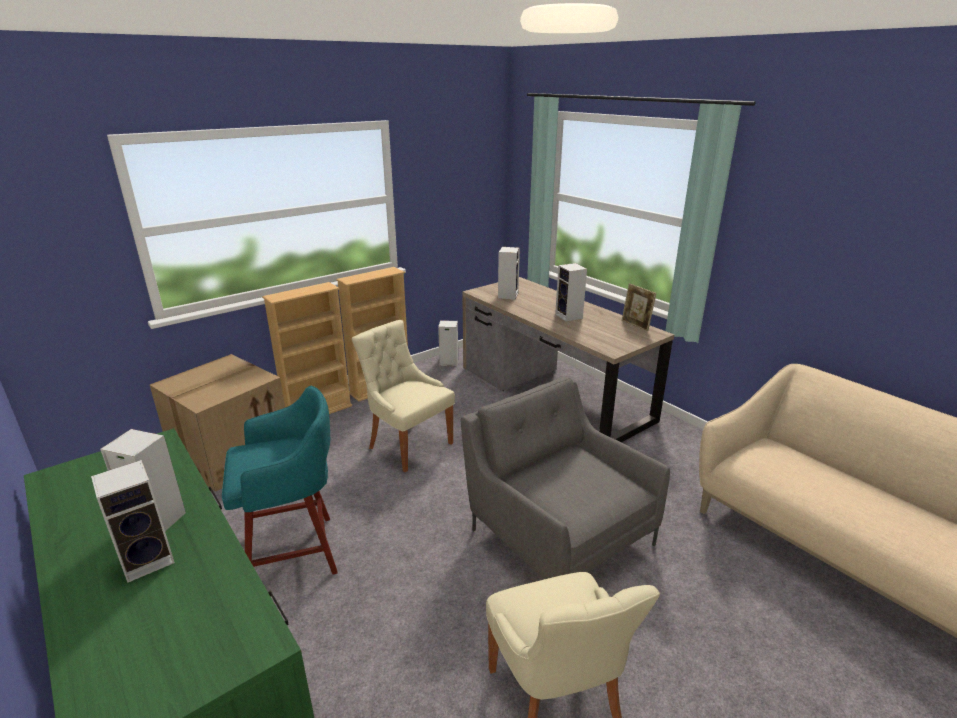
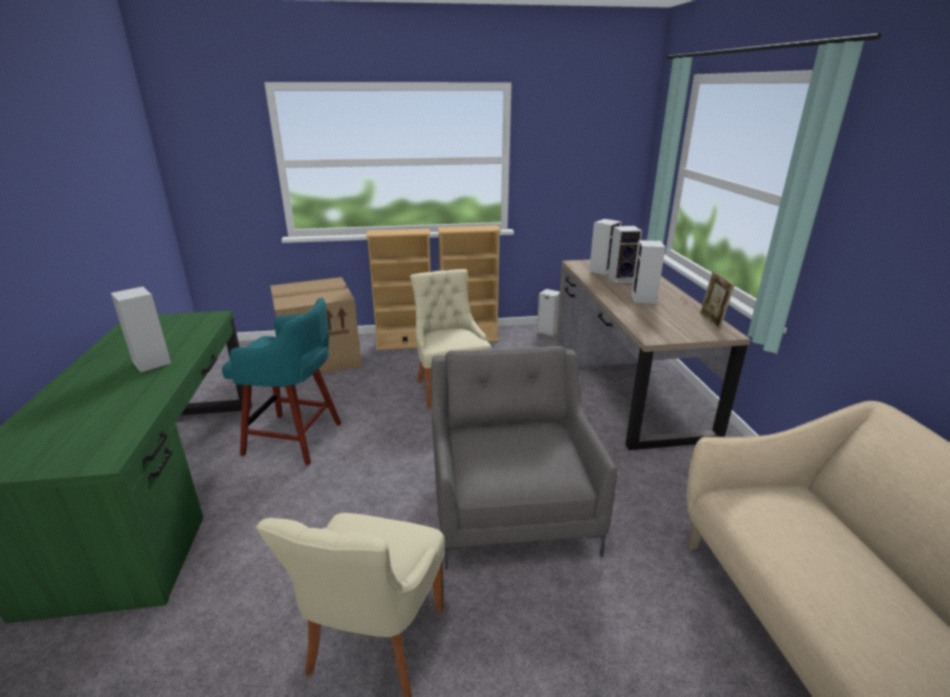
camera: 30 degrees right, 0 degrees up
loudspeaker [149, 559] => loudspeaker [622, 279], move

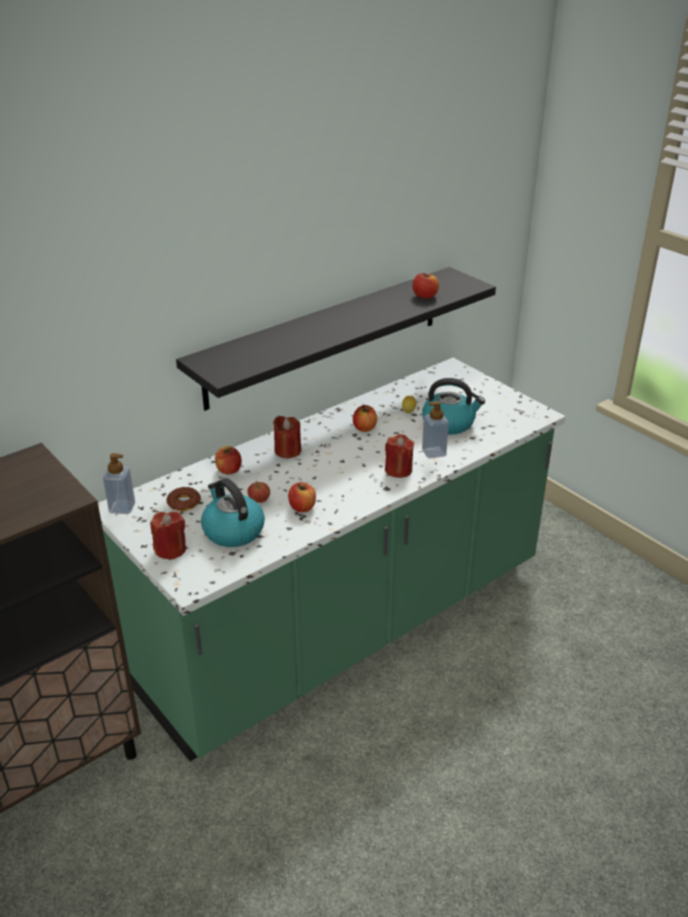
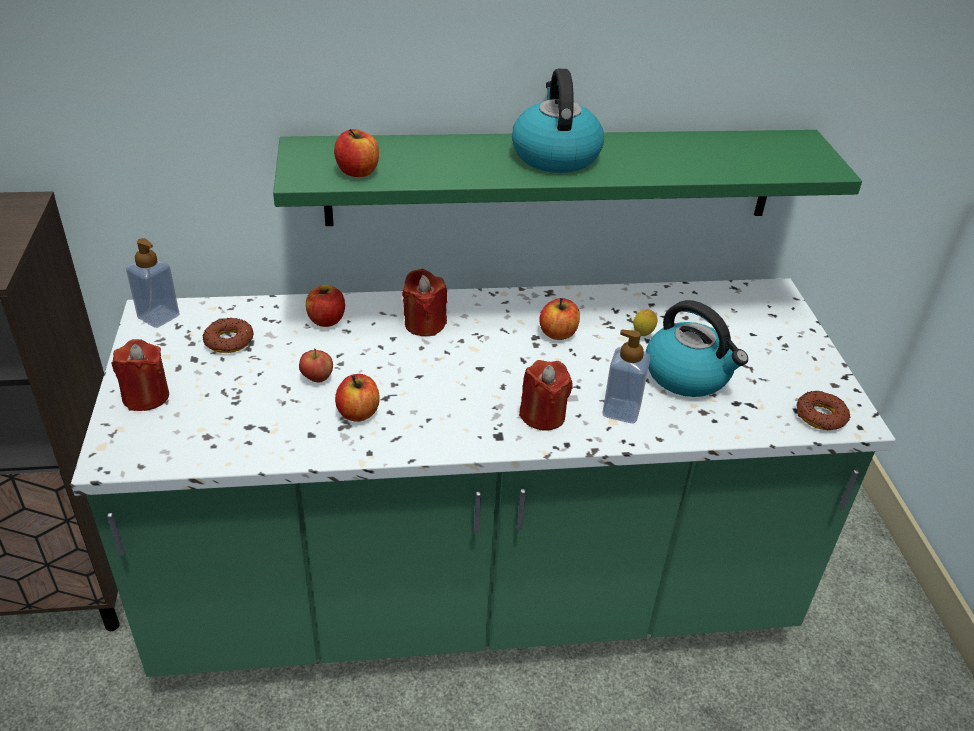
camera: 30 degrees right, 5 degrees up
shelf (black-coloured) [326, 336] => shelf (green-coloured) [553, 177]
apple [425, 296] => apple [358, 172], move
kettle [232, 531] => kettle [555, 155], move
nothing => donut [820, 416]

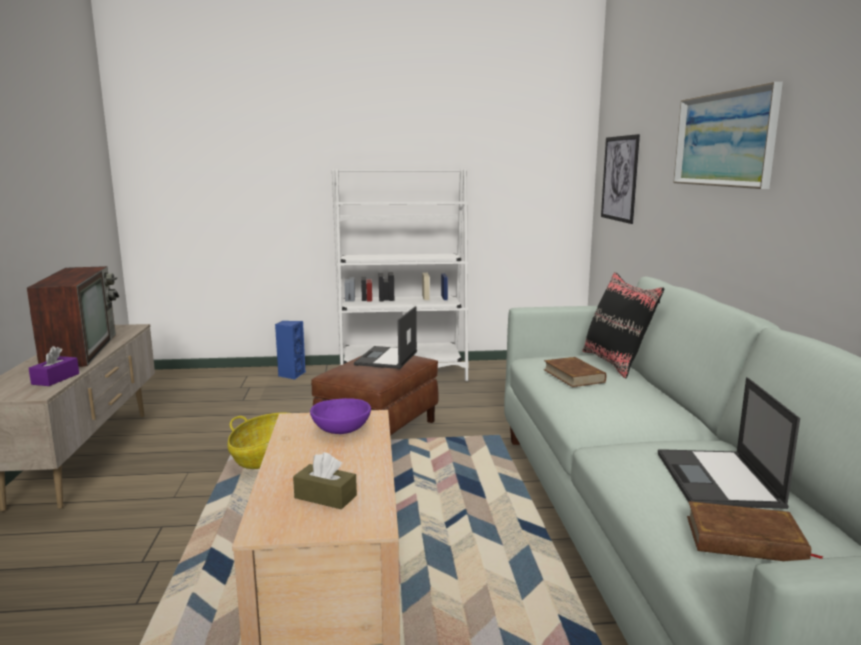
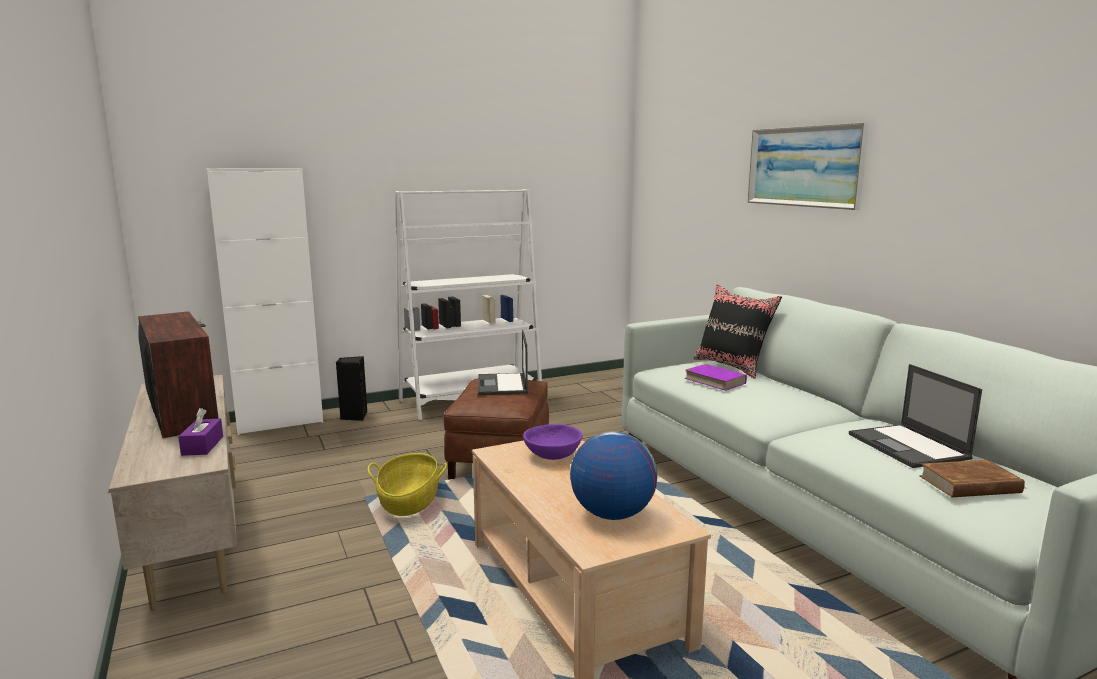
camera: 20 degrees left, 0 degrees up
wall picture [619, 178] => nothing
loudspeaker (bluish) [291, 375] => loudspeaker (black-coloured) [354, 416]
bound book (brown-coloured) [574, 376] => bound book (purplish) [714, 381]
box of tissues (brown-coloured) [325, 497] => world globe [612, 514]
nothing => cabinet (white-coloured) [279, 422]

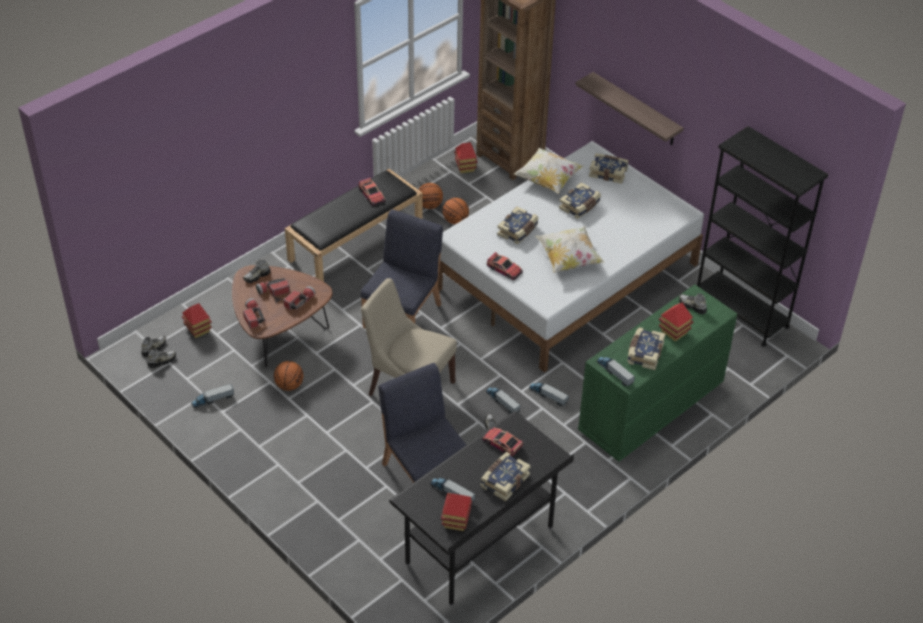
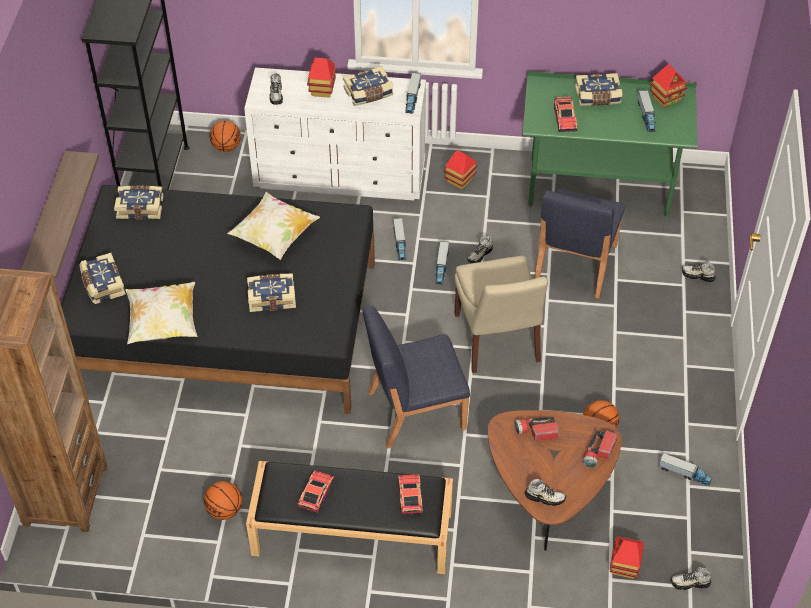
camera: 130 degrees left, 5 degrees up
sleeping bed (white-coloured) [567, 276] => sleeping bed (black-coloured) [226, 322]
model house [465, 167] => model house [460, 180], move
bound book [580, 206] => bound book [140, 207], move
basketball ball [455, 220] => basketball ball [226, 147], move
model car [504, 269] => model car [410, 495], move
flashlight [273, 291] => nothing
dresser (green-coloured) [650, 408] => dresser (white-coloured) [341, 175]
shoe [162, 361] => shoe [697, 275], move
desk table (black-coloured) [480, 546] => desk table (green-coloured) [598, 188]

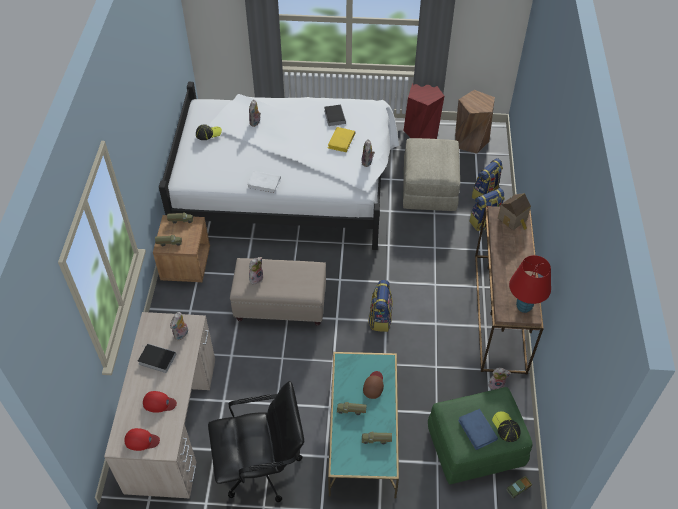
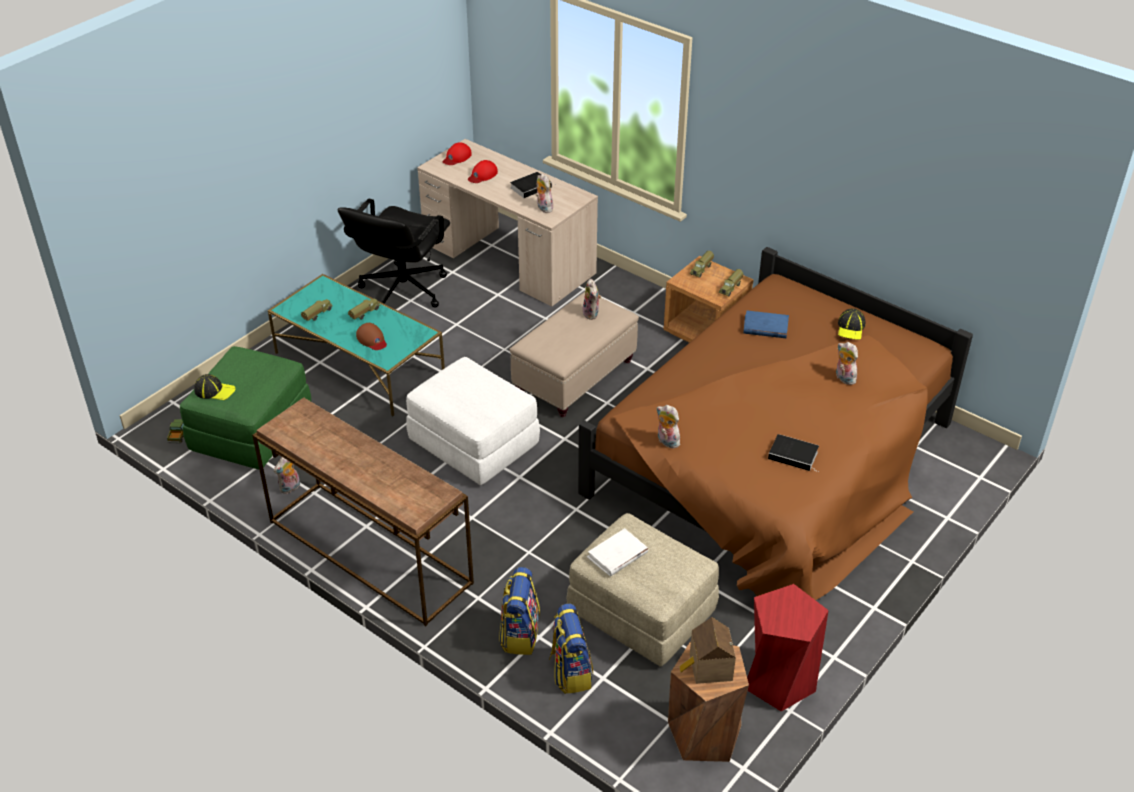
camera: 125 degrees right, 10 degrees down
sleeping bed (white-coloured) [288, 184] => sleeping bed (brown-coloured) [774, 468]
bound book (yellow) [341, 141] => nothing
bound book (white-coloured) [264, 183] => bound book (white-coloured) [617, 555], move
model house [513, 220] => model house [708, 668], move
lamp for a table (red) [523, 307] => nothing
knapsack [380, 318] => ottoman (white-coloured) [475, 443]
bound book (bluish) [477, 430] => bound book (bluish) [765, 327], move

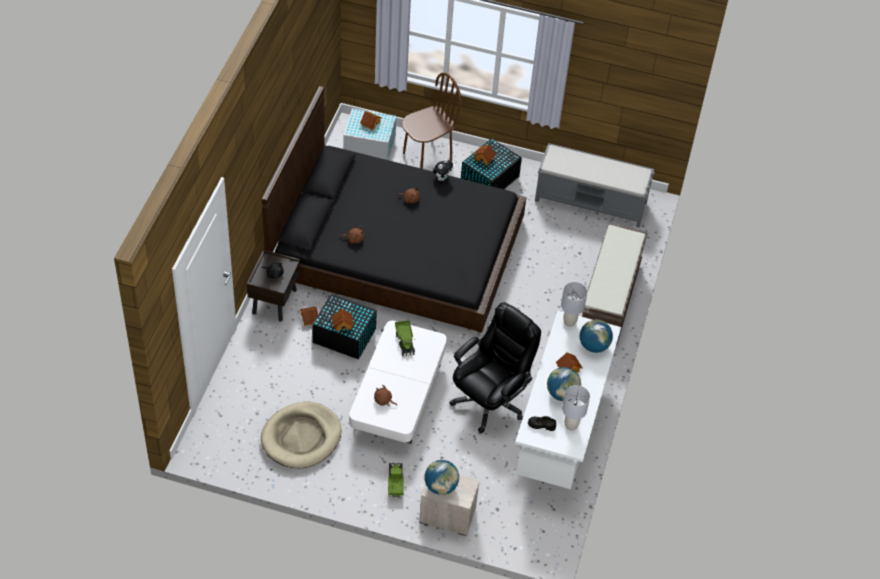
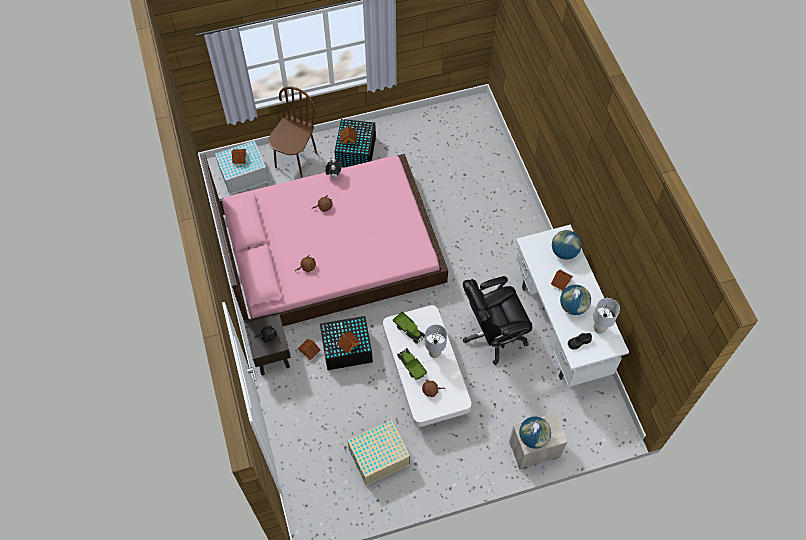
camera: 30 degrees left, 10 degrees up
sleeping bed (black-coloured) [396, 247] => sleeping bed (pink-coloured) [330, 249]
bench (greyish) [591, 201] => nothing
bench (brown-coloured) [609, 301] => nothing
lamp for a table (greyish) [569, 322] => lamp for a table (greyish) [434, 353], move
office chair (black-coloured) [490, 401] => office chair (black-coloured) [493, 334], 120 degrees counterclockwise
dog bed (sand-coloured) [301, 437] => storage box (sand-coloured) [380, 457]
model truck [395, 483] => model truck [411, 366], move

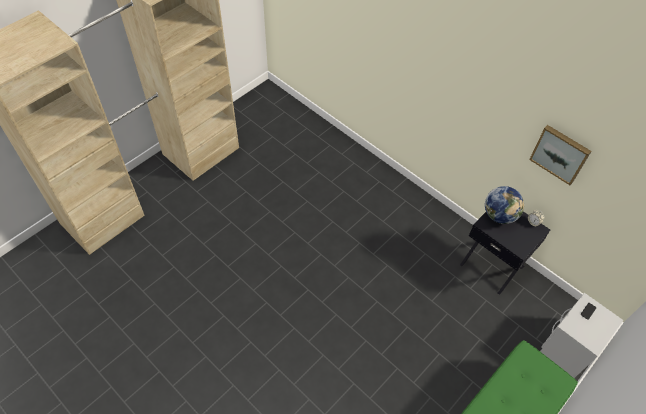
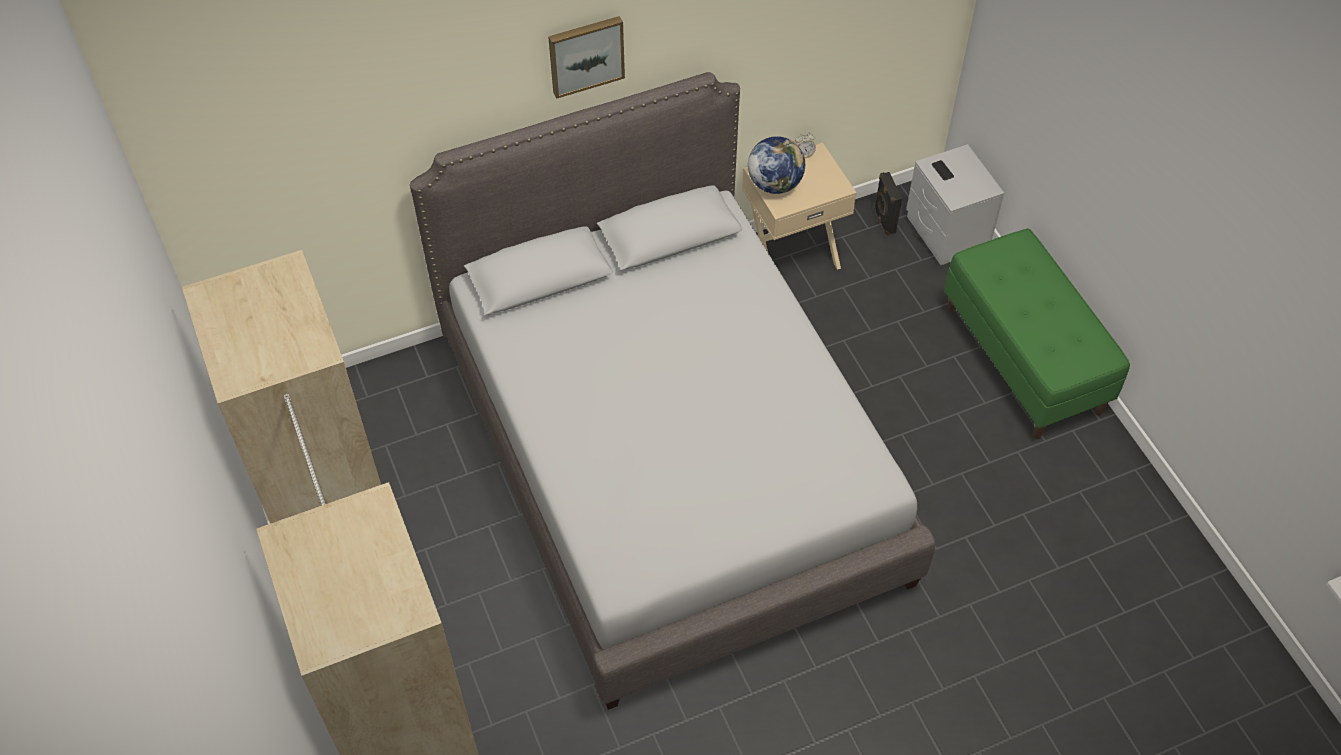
camera: 65 degrees left, 0 degrees up
wall picture [560, 154] => wall picture [585, 54], move
nightstand (black-coloured) [492, 264] => nightstand (sand-coloured) [791, 254]
nothing => sleeping bed (greyish) [670, 457]
nothing => loudspeaker (black-coloured) [883, 221]

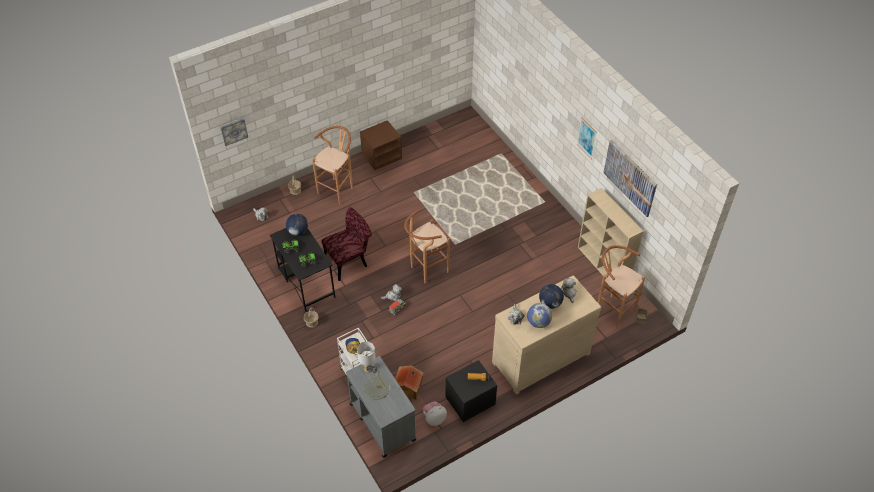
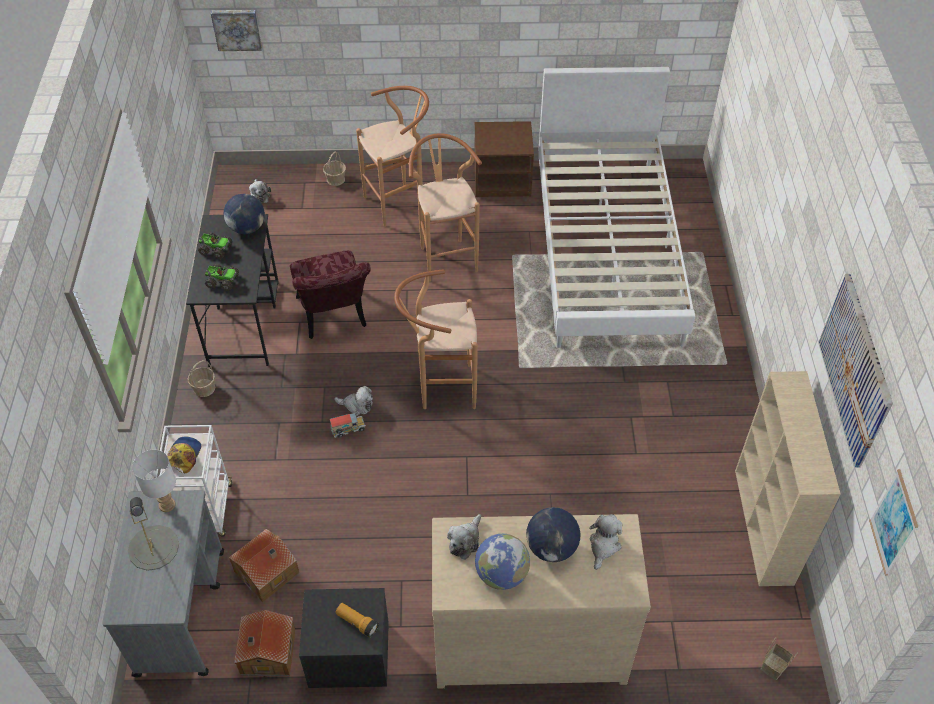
camera: 30 degrees right, 0 degrees up
wall picture [586, 138] => wall picture [893, 523], move
chair (red) [349, 260] => chair (red) [334, 318], 75 degrees clockwise
stool seat (brown-coloured) [611, 308] => stool seat (brown-coloured) [445, 256], move
plush toy [434, 418] => model house [267, 653]
nothing => sleeping bed (white-coloured) [607, 249]

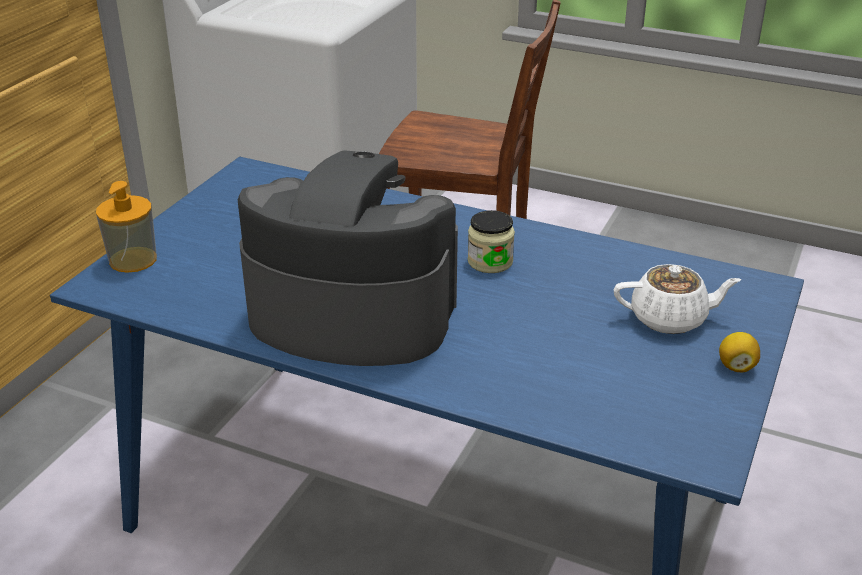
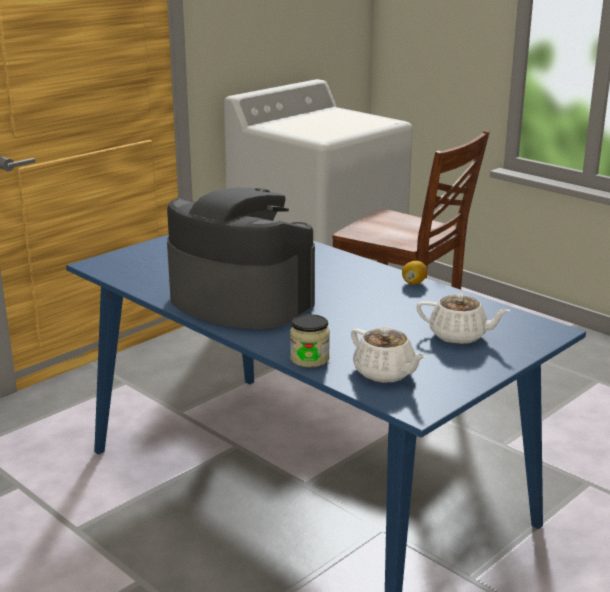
camera: 20 degrees right, 10 degrees down
soap dispenser [133, 260] => nothing
jar [490, 262] => jar [309, 359], move
lemon [736, 366] => lemon [414, 283], move
nothing => pot for tea (white-coloured) [385, 373]

